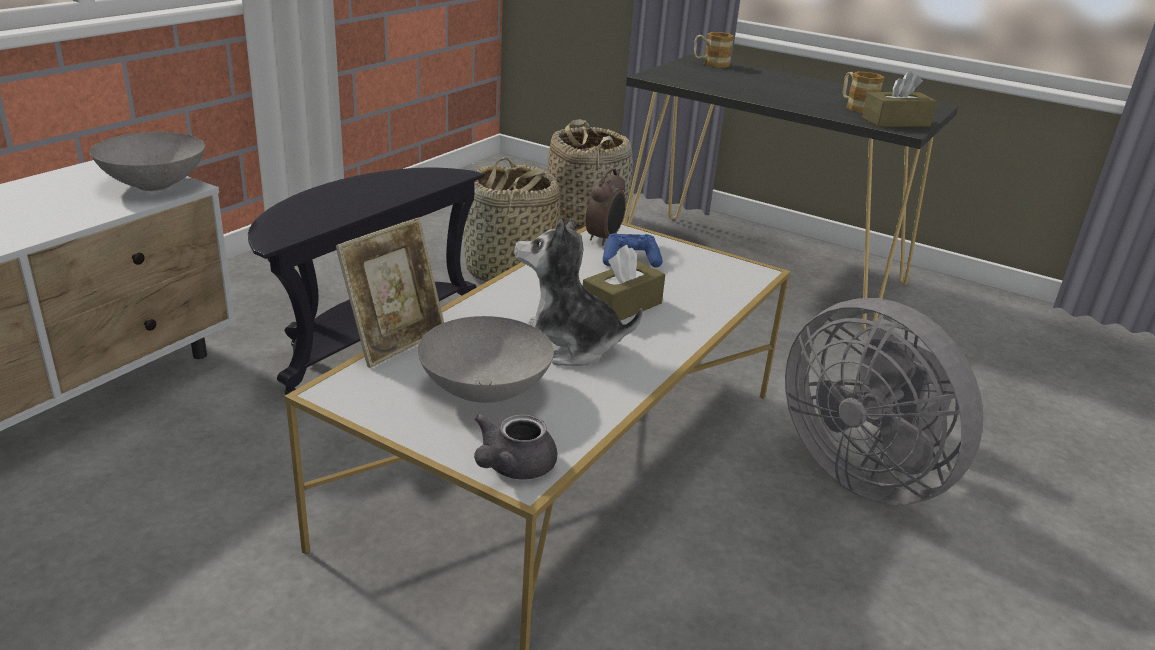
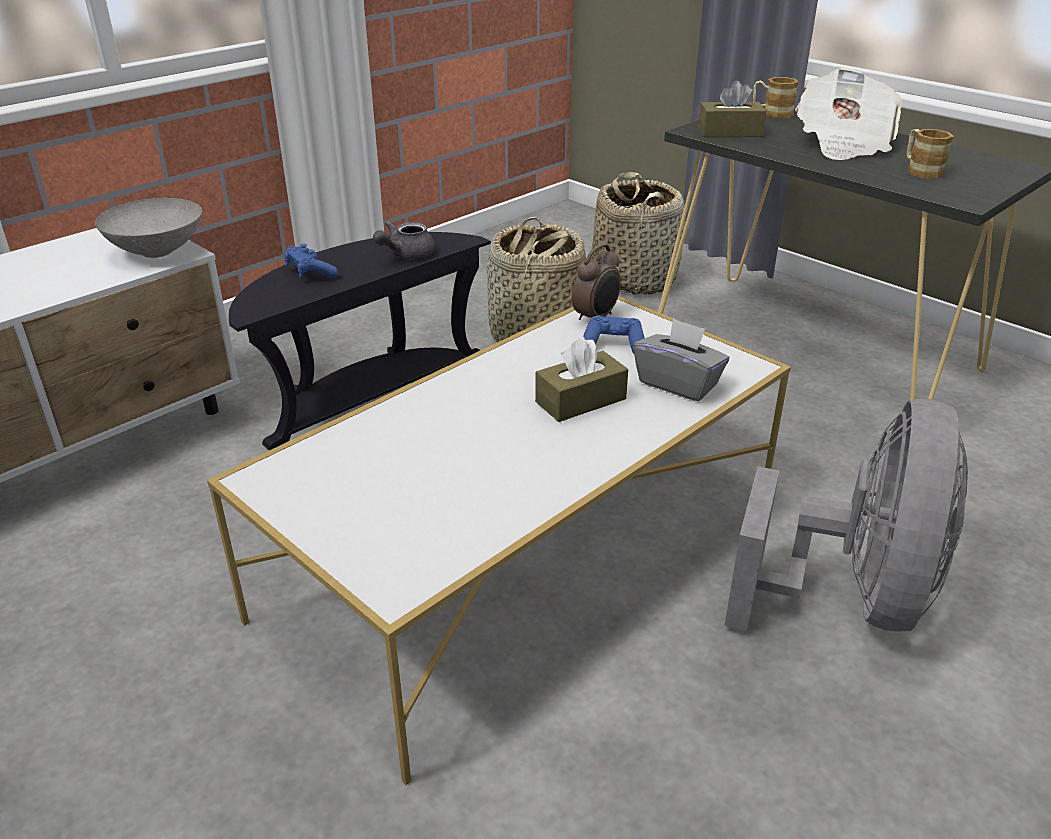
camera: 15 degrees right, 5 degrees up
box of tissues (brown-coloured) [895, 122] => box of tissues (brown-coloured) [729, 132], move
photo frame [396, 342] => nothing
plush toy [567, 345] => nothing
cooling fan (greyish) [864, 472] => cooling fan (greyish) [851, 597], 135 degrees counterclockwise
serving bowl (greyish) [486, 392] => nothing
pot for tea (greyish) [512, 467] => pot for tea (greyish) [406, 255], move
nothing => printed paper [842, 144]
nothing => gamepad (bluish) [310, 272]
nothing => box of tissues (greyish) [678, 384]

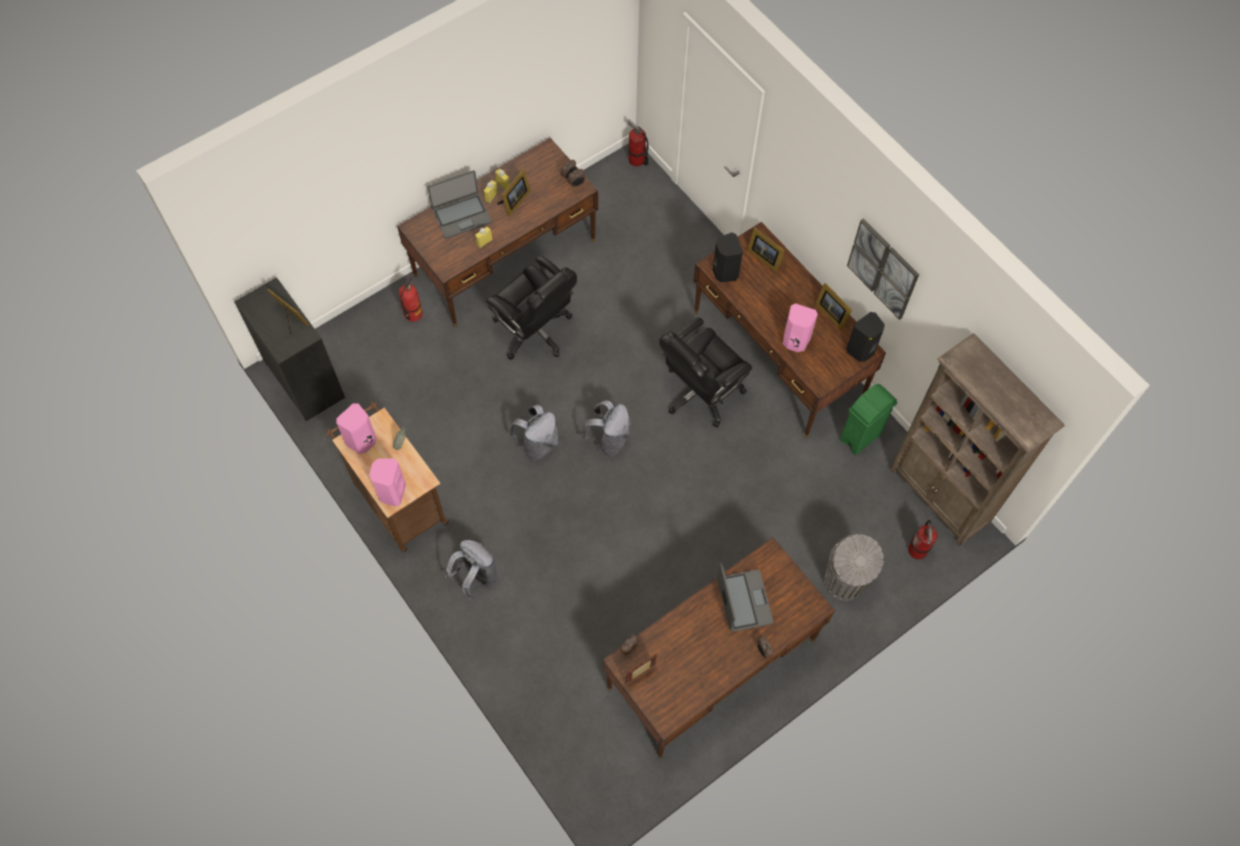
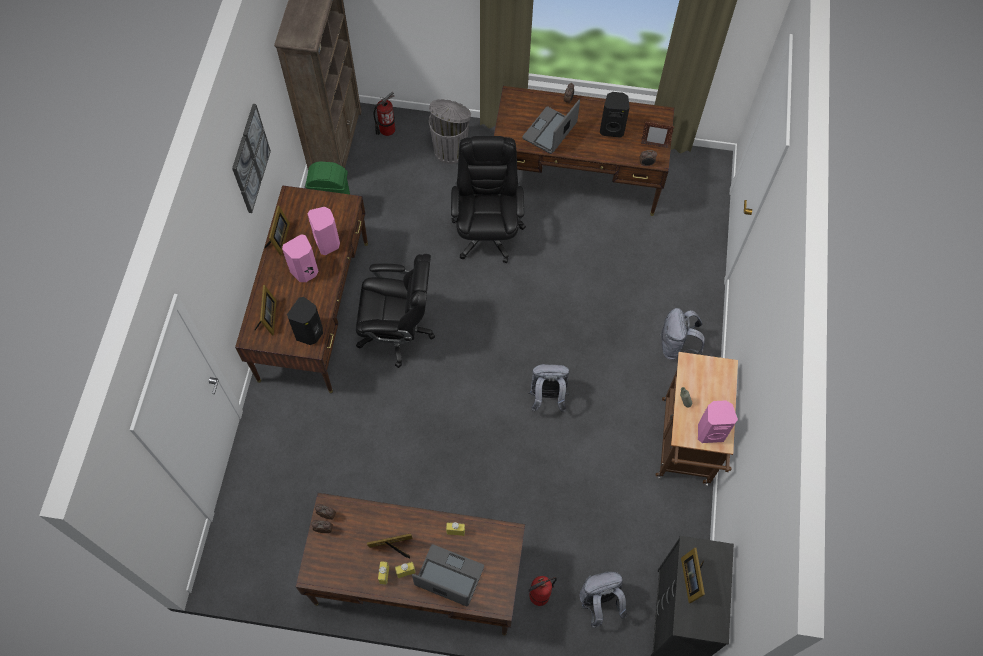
camera: 135 degrees left, 0 degrees up
fire-fighting cylinder [636, 160] => nothing
office chair (black-coloured) [534, 331] => office chair (black-coloured) [487, 231], move
loudspeaker (black-coloured) [861, 351] => loudspeaker (black-coloured) [612, 129], move
knapsack (greyish) [609, 440] => knapsack (greyish) [599, 603], move
loudspeaker (pink-coloured) [391, 492] => loudspeaker (pink-coloured) [305, 272], move

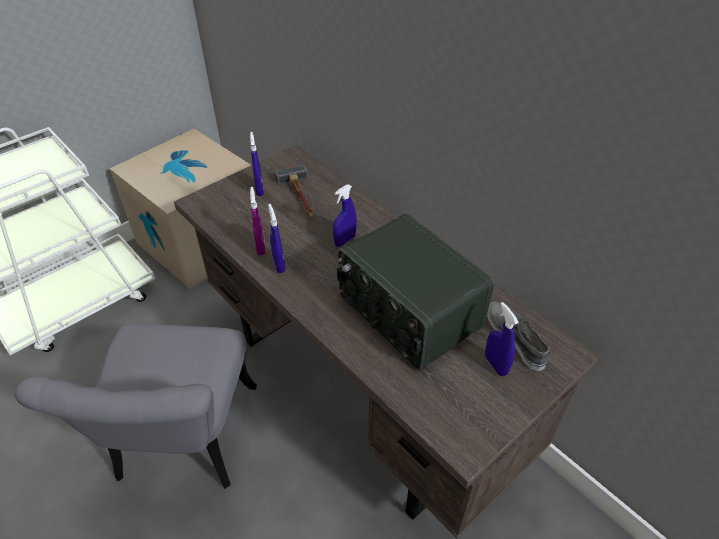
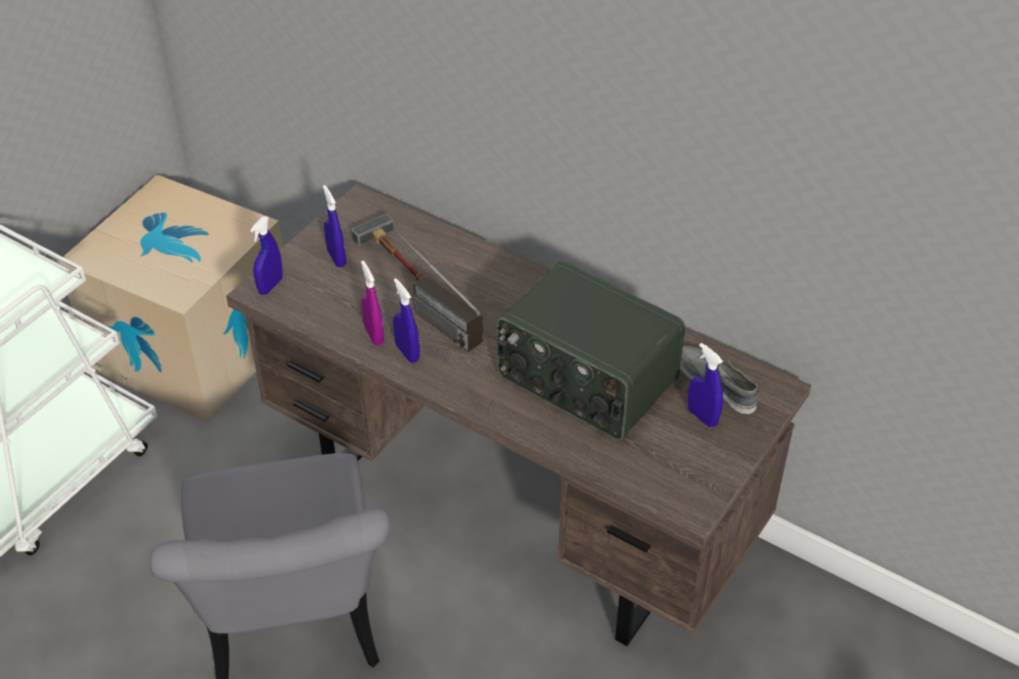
camera: 15 degrees left, 0 degrees up
hand sprayer (bluish) [345, 240] => hand sprayer (bluish) [270, 286], move
nothing => radio set [432, 317]

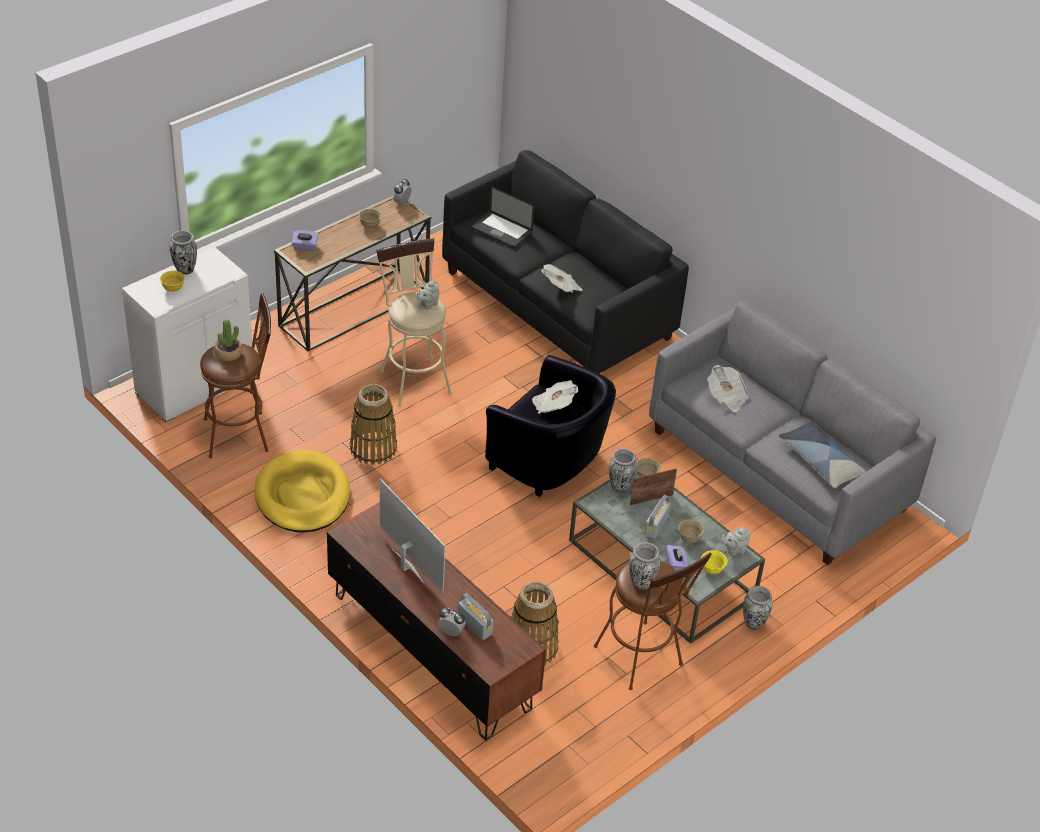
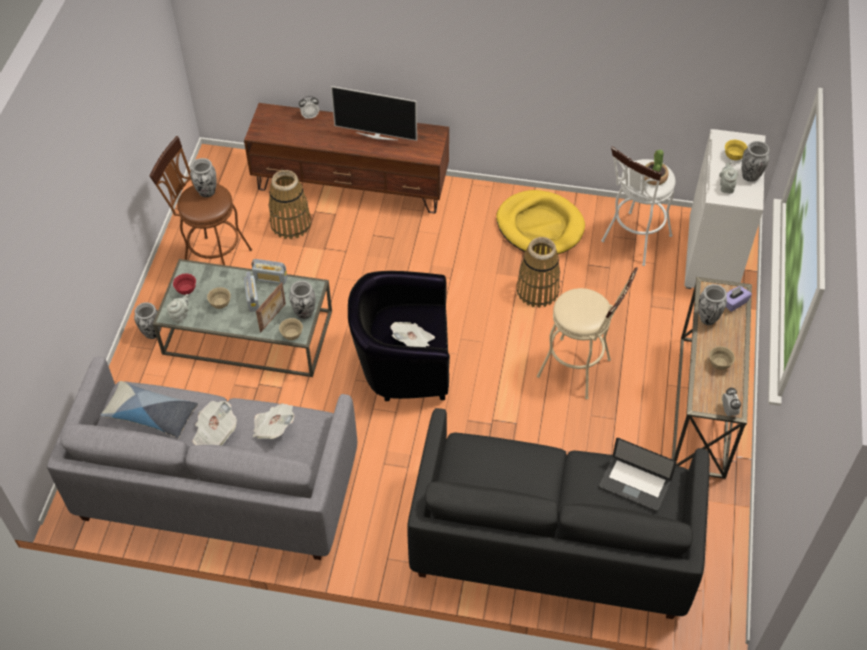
camera: 145 degrees right, 10 degrees up
laptop [501, 231] => laptop [634, 485], 150 degrees counterclockwise
printed paper [561, 288] => printed paper [215, 432], move
pot for tea (greyish) [428, 304] => pot for tea (greyish) [726, 186], move
stool seat (brown-coloured) [242, 434] => stool seat (white-coloured) [633, 242]
box of tissues (purplish) [675, 565] => nothing
serving bowl (yellow) [712, 570] => serving bowl (red) [186, 290]
radio set [474, 625] => radio set [270, 278], move
nothing => decorative vase [707, 318]

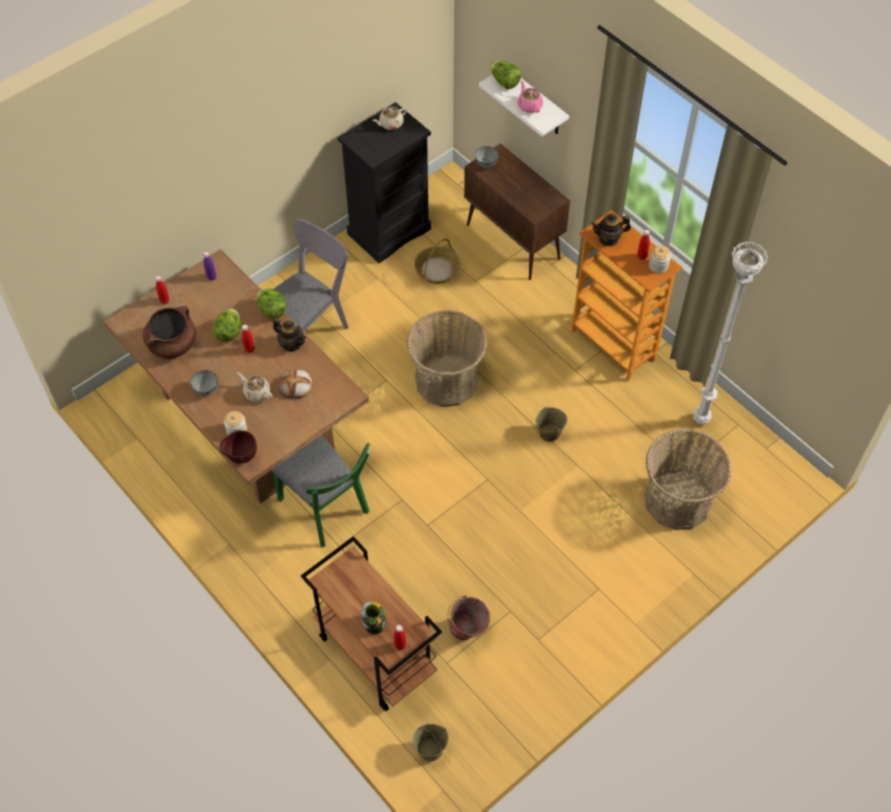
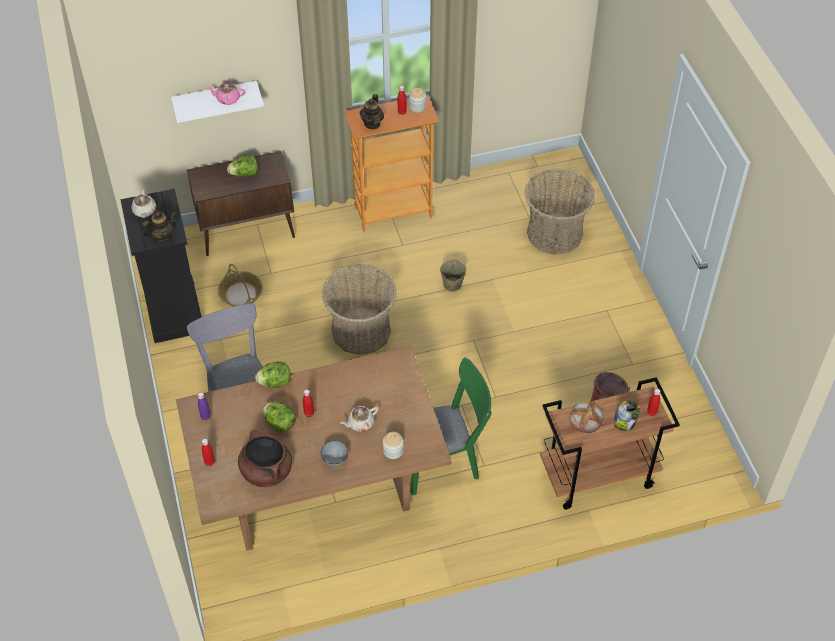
camera: 65 degrees left, 5 degrees down
lettuce [504, 82] => lettuce [244, 173], move
serving bowl (greyish) [486, 164] => nothing
standing lamp (white-coloured) [700, 421] => nothing
pot for tea [291, 344] => pot for tea [162, 236], move
bakery bread [295, 385] => bakery bread [586, 419], move
serving bowl (brown-coloured) [240, 456] => nothing
water bucket (sand-coloured) [431, 749] => nothing

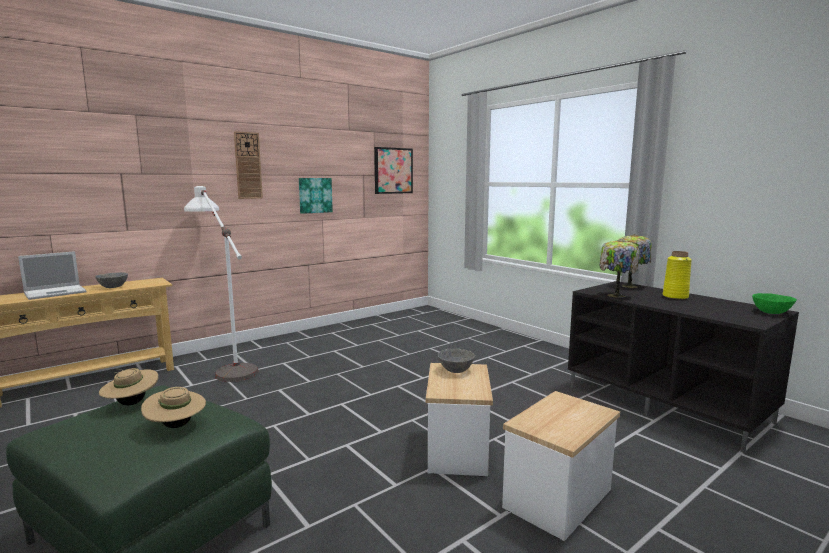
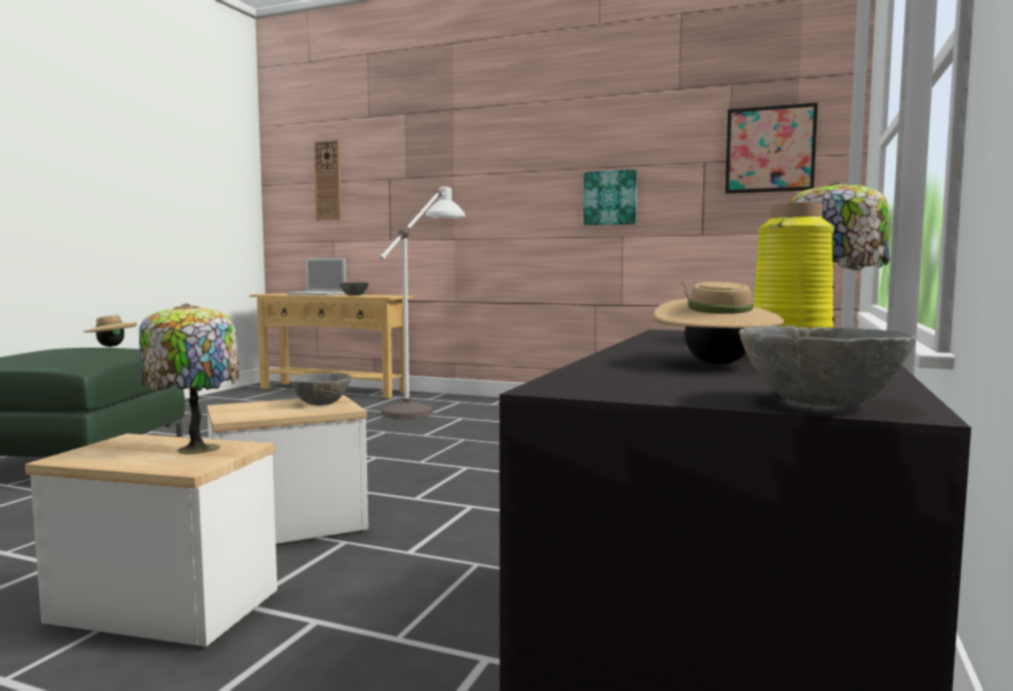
camera: 60 degrees right, 5 degrees down
wall clock [248, 165] => wall clock [328, 180], move
lamp for a table [615, 295] => lamp for a table [195, 448], move
serving bowl (green-coloured) [771, 312] => serving bowl (greyish) [821, 402]
clothing hat (sand-coloured) [176, 426] => clothing hat (sand-coloured) [715, 364], move

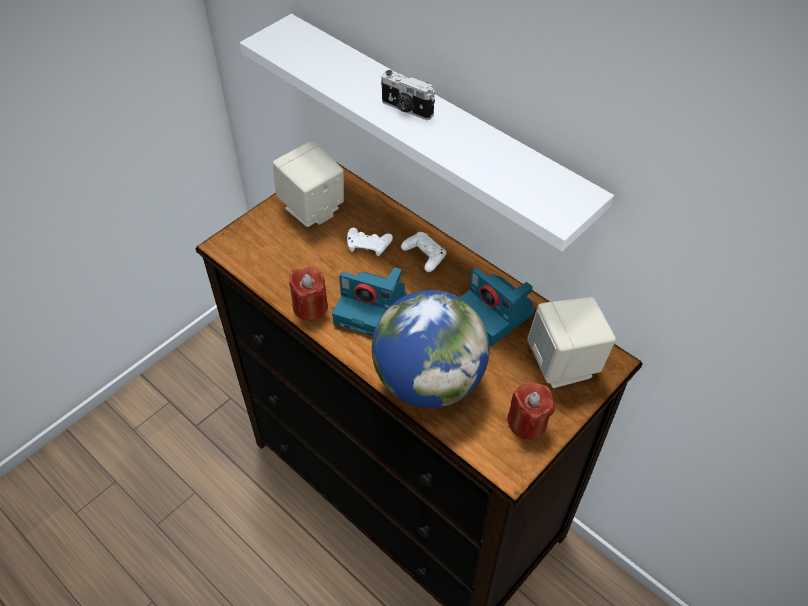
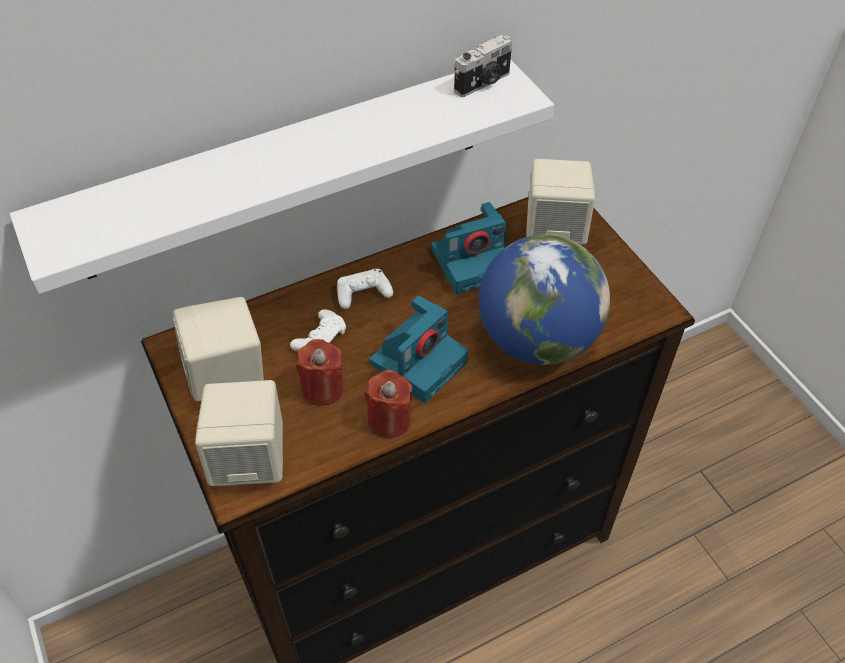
camera: 70 degrees left, 0 degrees up
still camera [406, 109] => still camera [483, 83], move
wax candle (red) [527, 423] => wax candle (red) [323, 388], move
nothing => loudspeaker (sand-coloured) [251, 460]

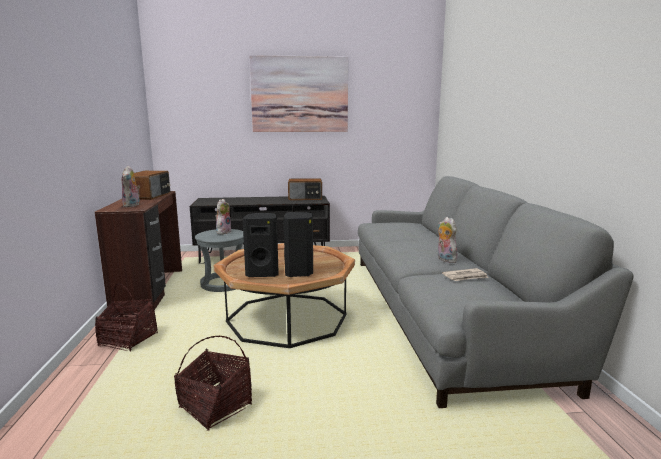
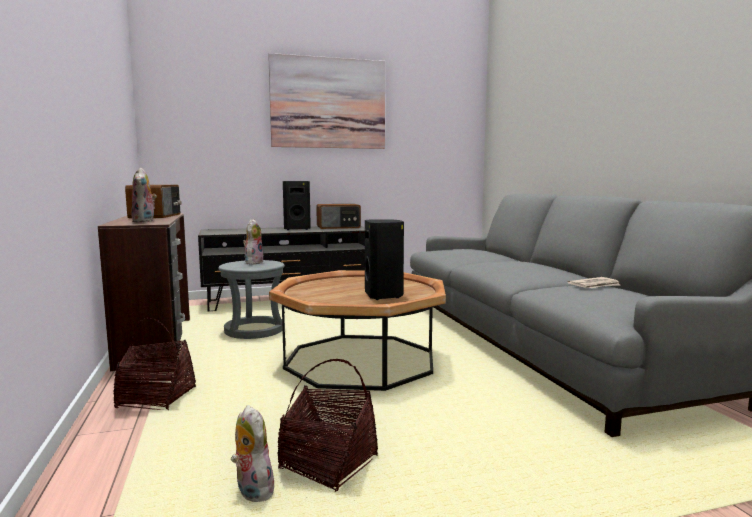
camera: 10 degrees left, 5 degrees down
loudspeaker (black-coloured) [263, 273] => loudspeaker (black-coloured) [296, 229], move
plush toy [445, 259] => plush toy [251, 491], move

